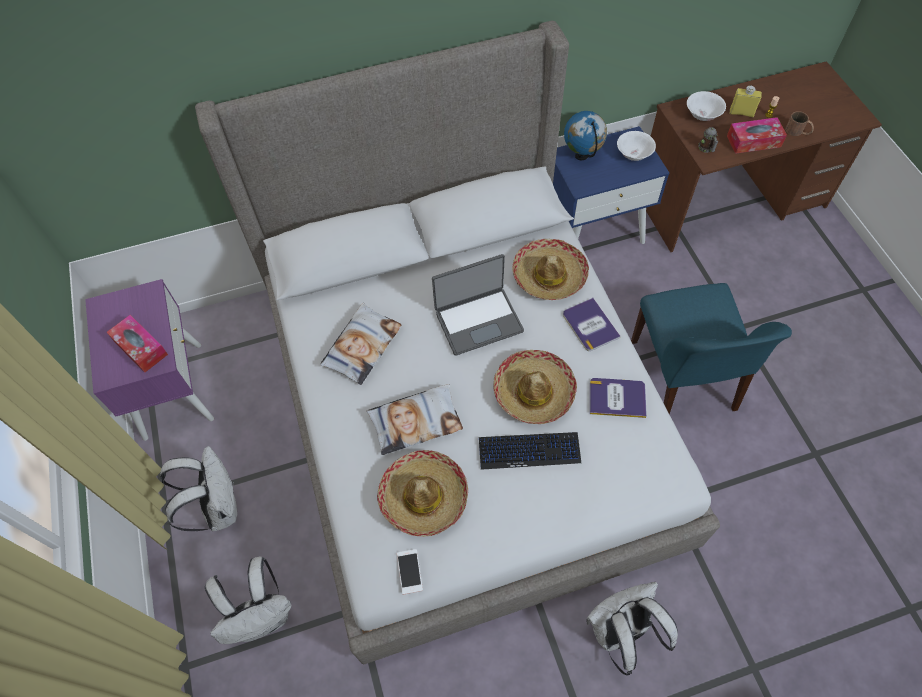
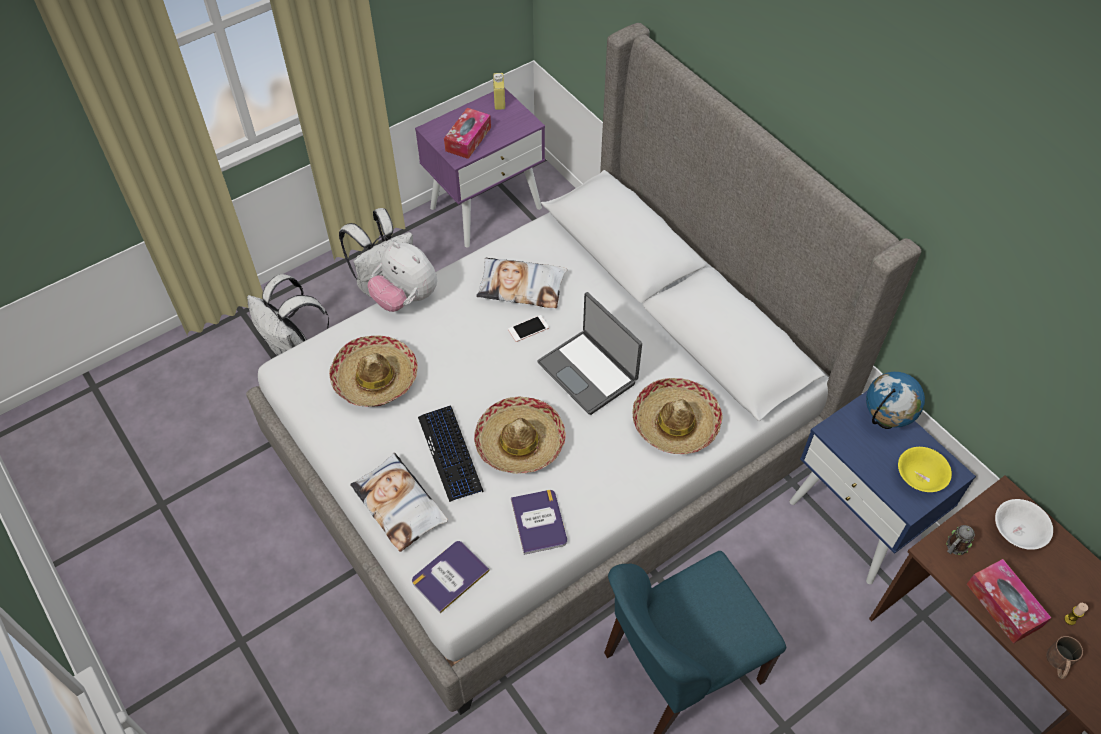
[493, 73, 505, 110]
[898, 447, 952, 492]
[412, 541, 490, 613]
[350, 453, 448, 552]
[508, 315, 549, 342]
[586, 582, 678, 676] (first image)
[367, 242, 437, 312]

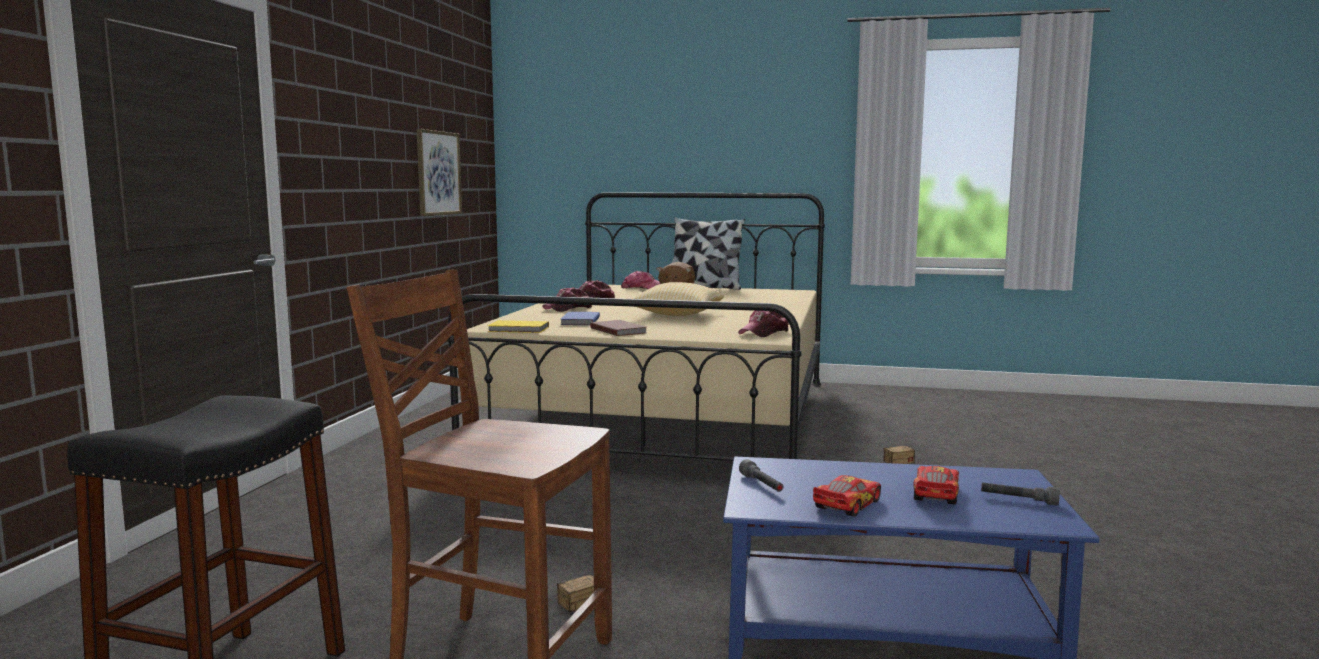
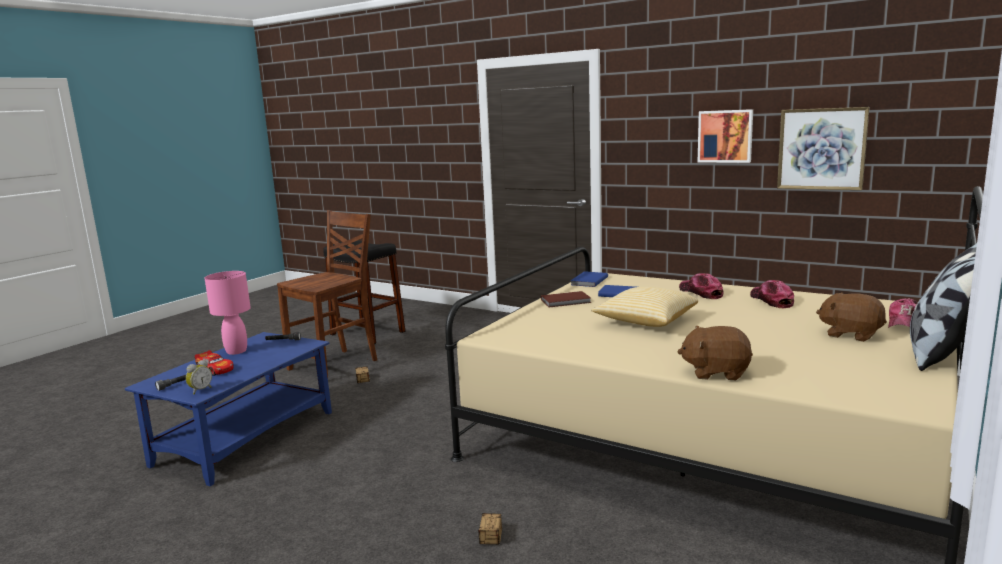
[738, 311, 789, 337] (first image)
[571, 271, 608, 287]
[204, 271, 251, 355]
[698, 109, 753, 163]
[678, 326, 753, 380]
[186, 360, 212, 395]

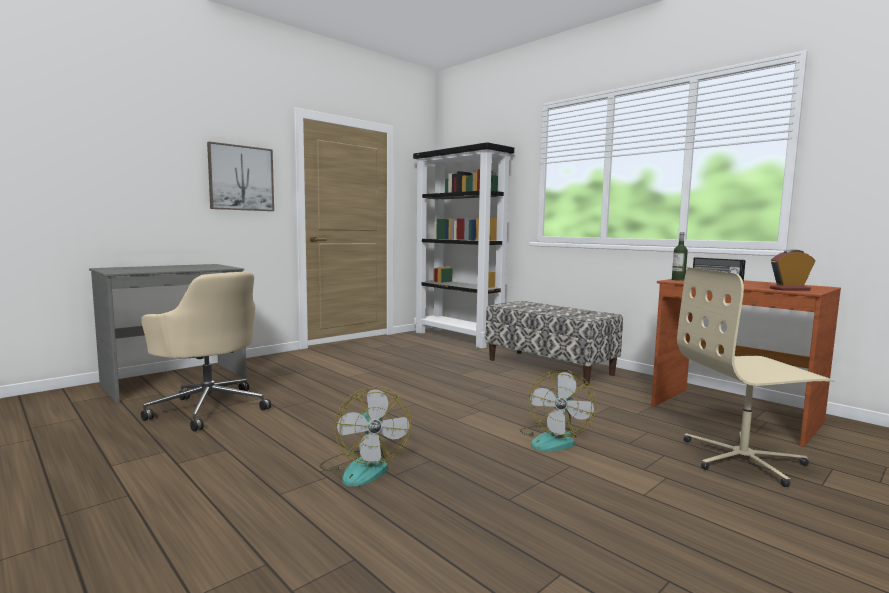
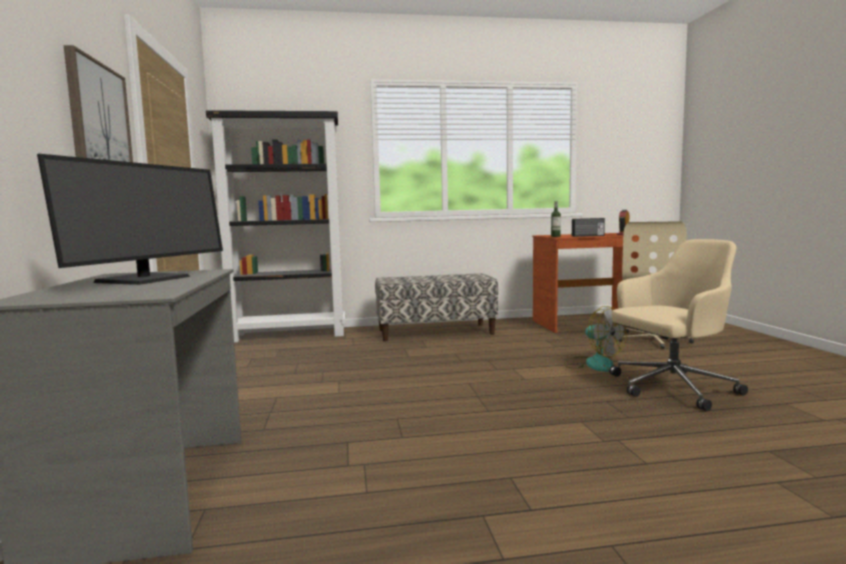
[609, 239, 748, 411]
[319, 387, 411, 487] (first image)
[37, 154, 223, 285]

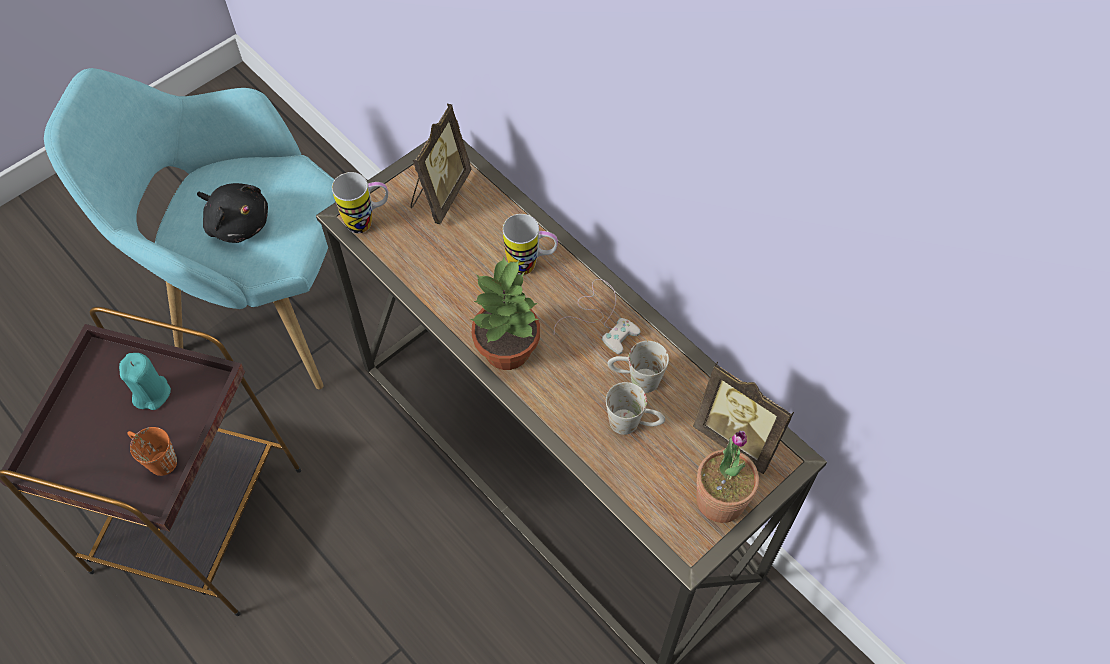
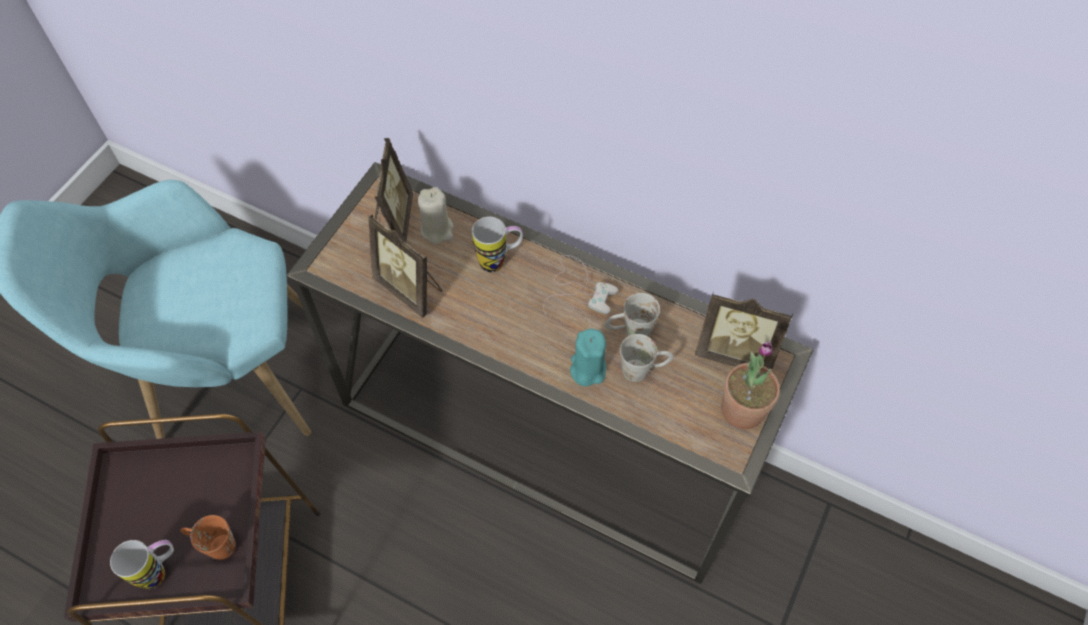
[110, 540, 174, 589]
[197, 183, 268, 243] (first image)
[470, 257, 540, 370] (first image)
[570, 329, 606, 386]
[418, 187, 454, 244]
[368, 214, 442, 318]

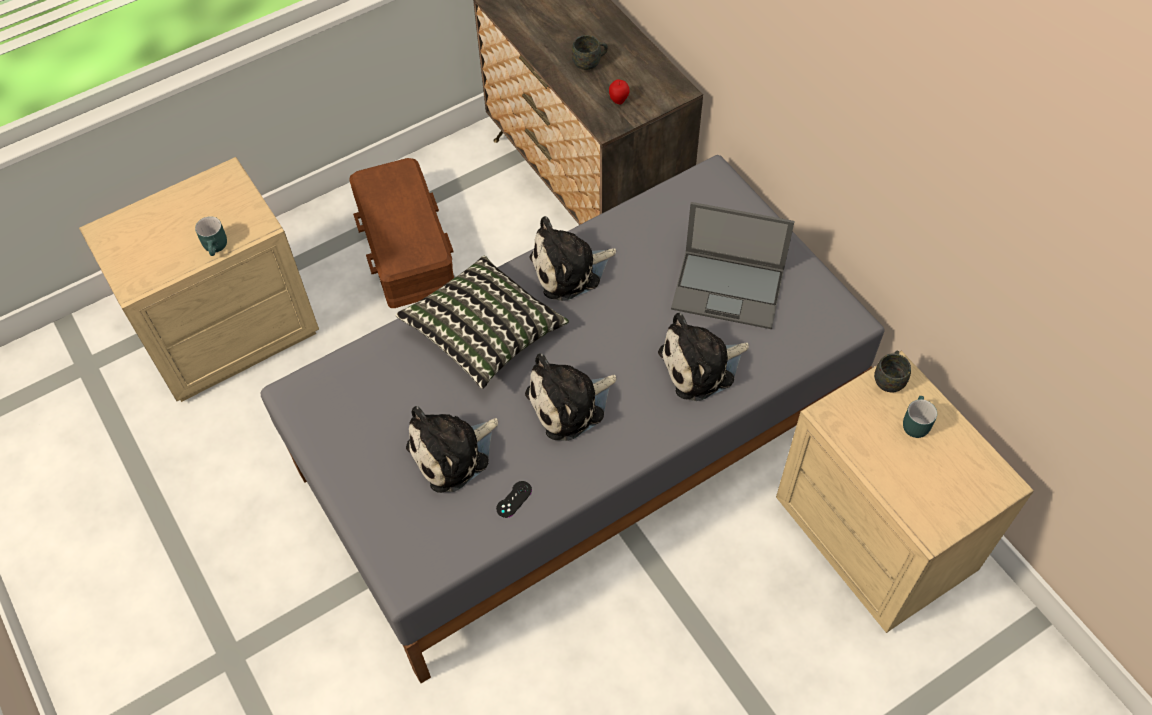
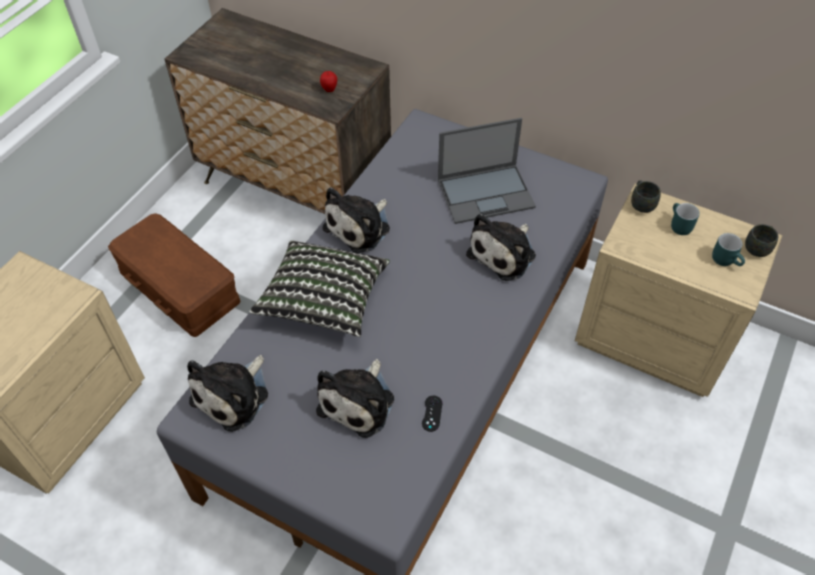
[745, 224, 778, 257]
[712, 233, 745, 266]
[187, 355, 268, 432]

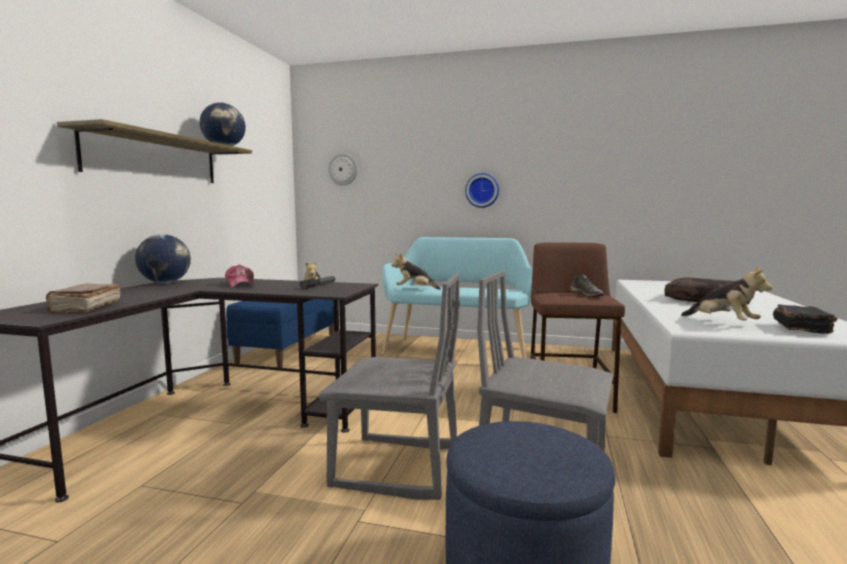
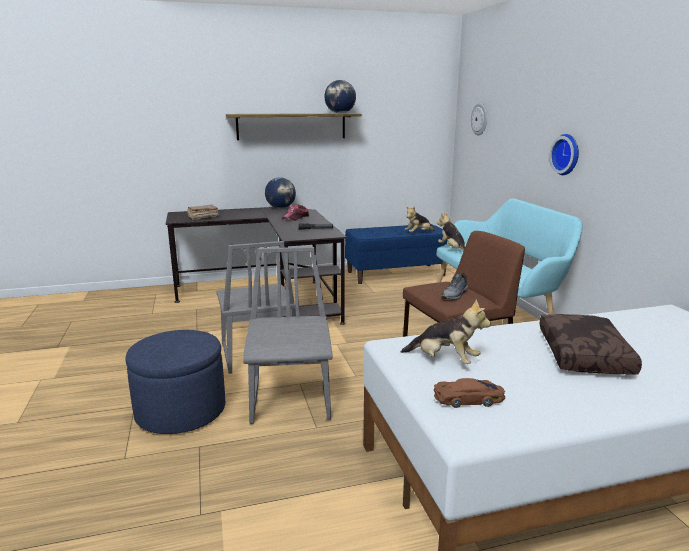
[401, 299, 491, 364]
[434, 378, 505, 408]

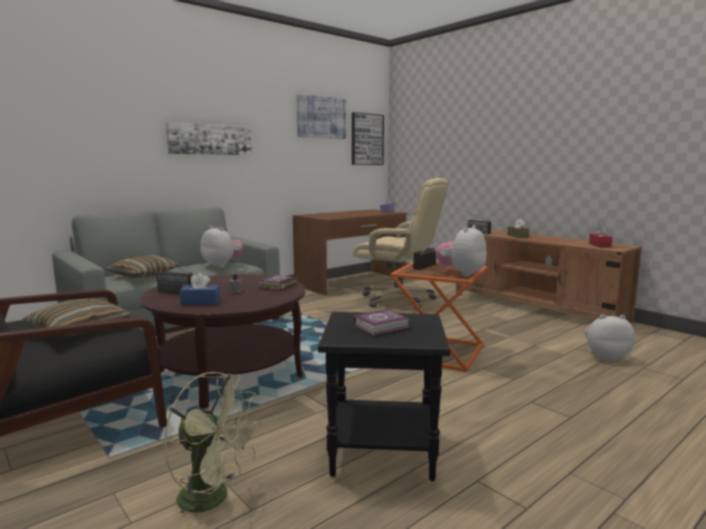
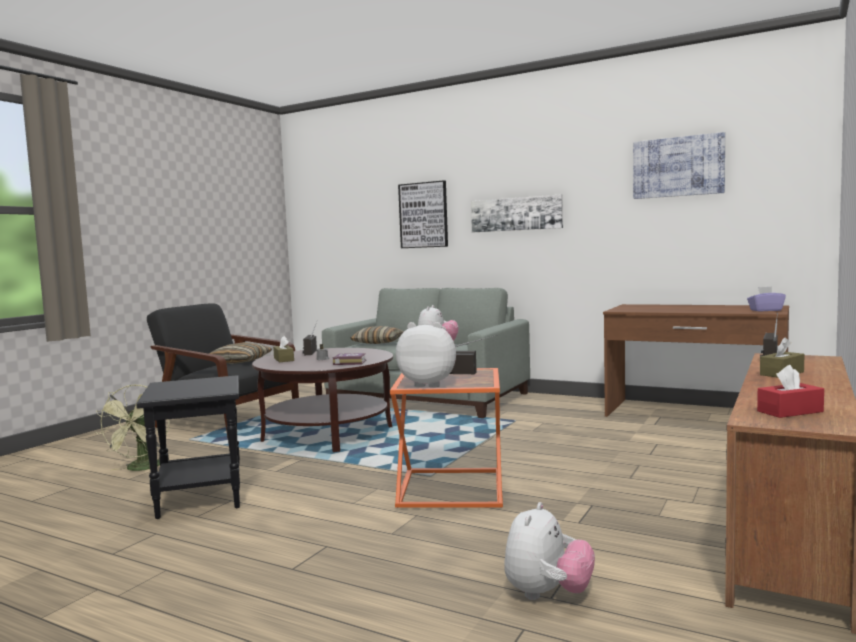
[398, 180, 448, 248]
[353, 178, 449, 310] (first image)
[273, 336, 294, 362]
[353, 309, 410, 336] (first image)
[504, 502, 595, 600]

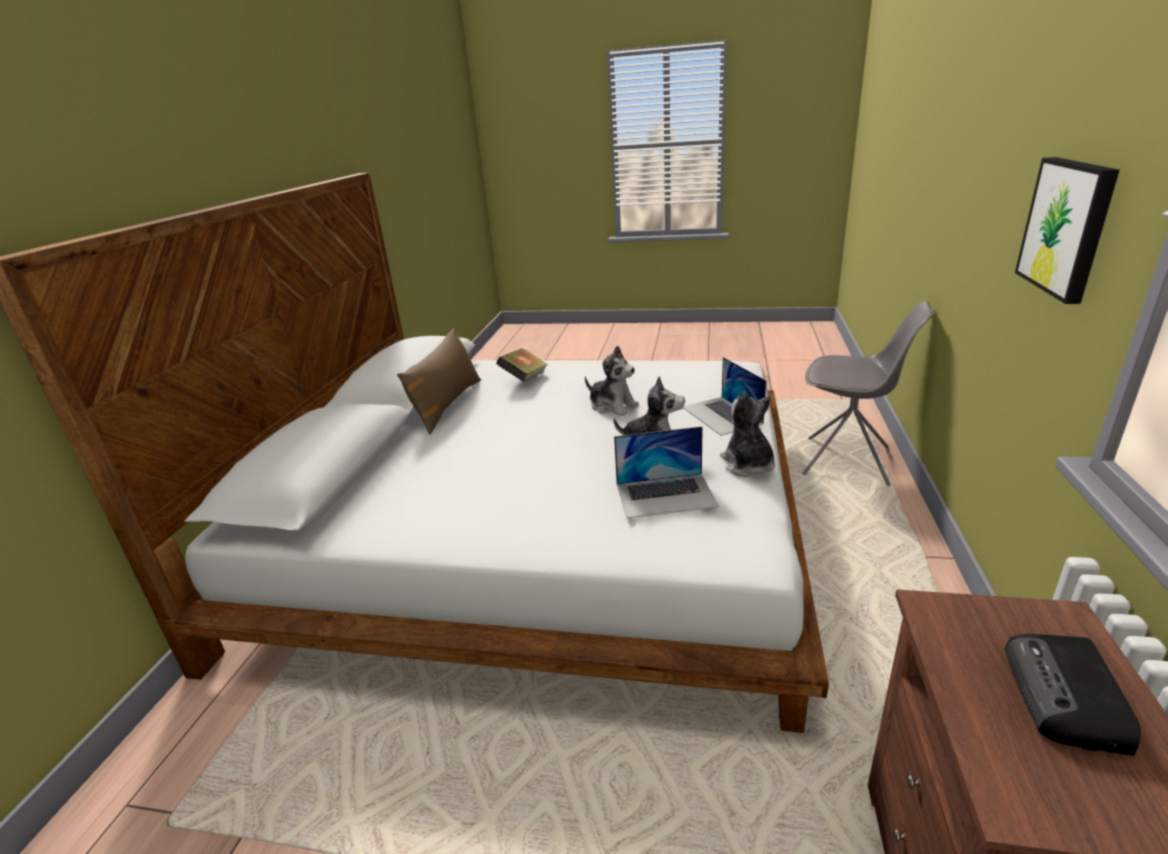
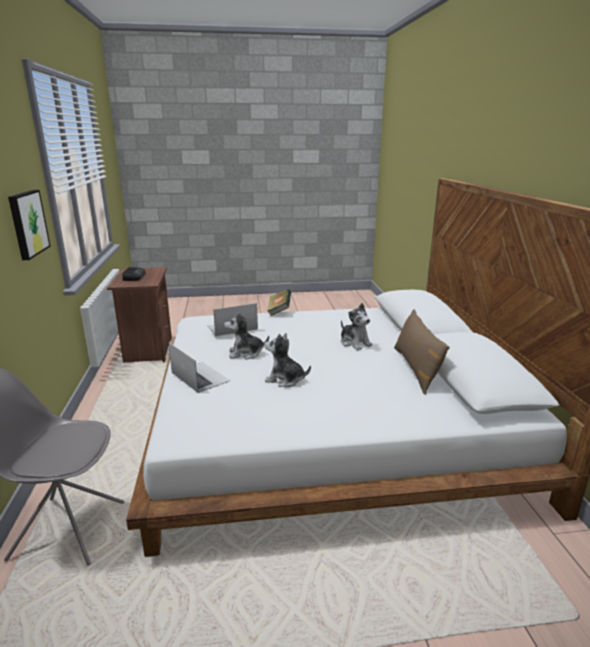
[267, 289, 291, 316]
[341, 303, 372, 350]

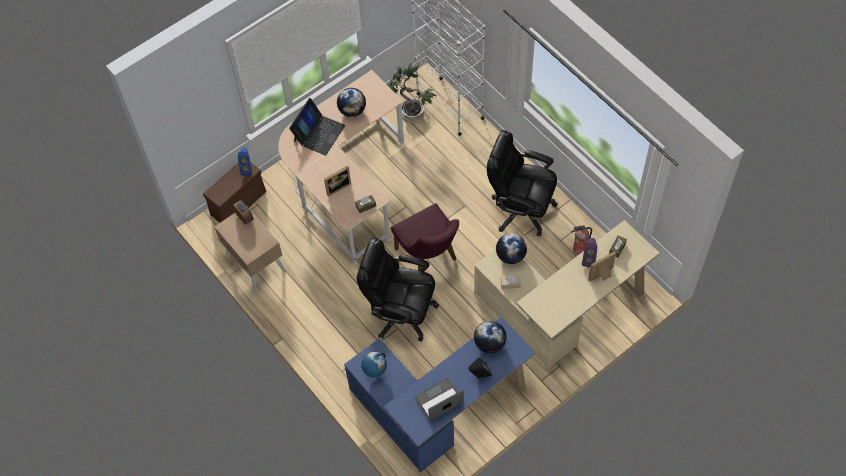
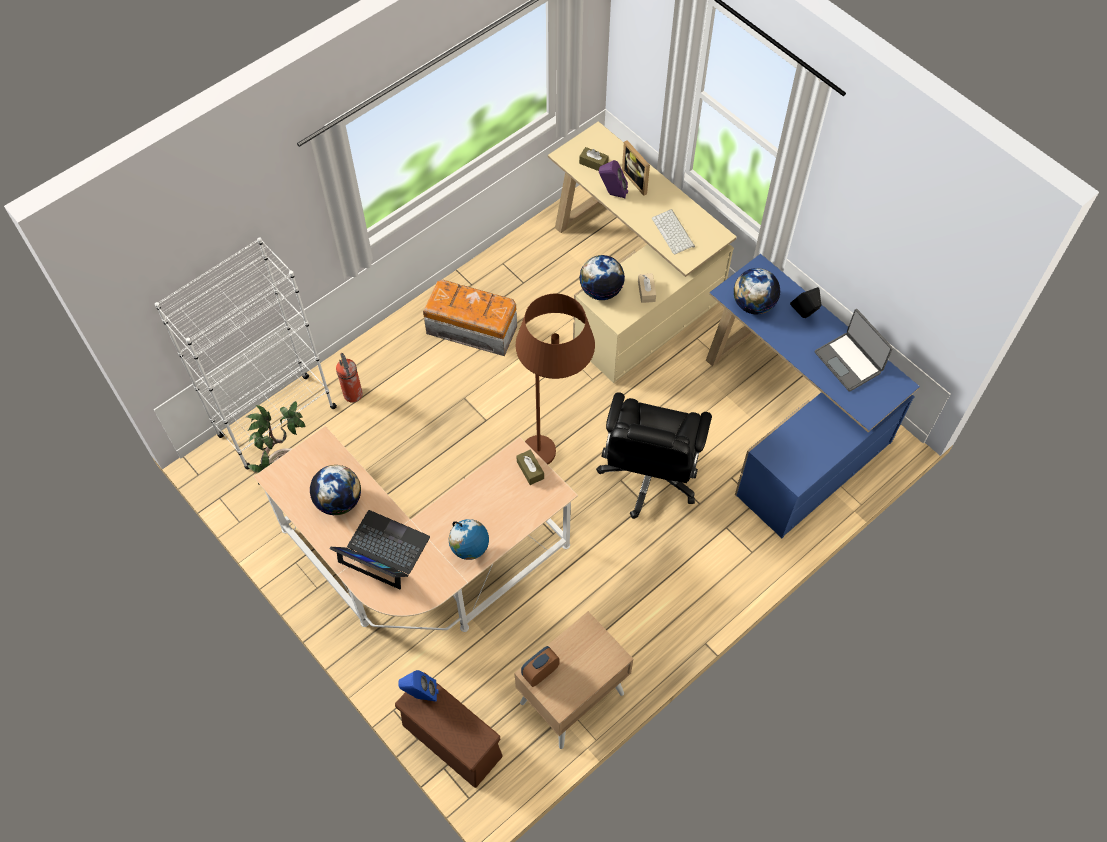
[423, 279, 517, 356]
[324, 166, 351, 197] (first image)
[516, 294, 595, 465]
[336, 353, 363, 403]
[449, 519, 489, 560]
[652, 209, 695, 255]

